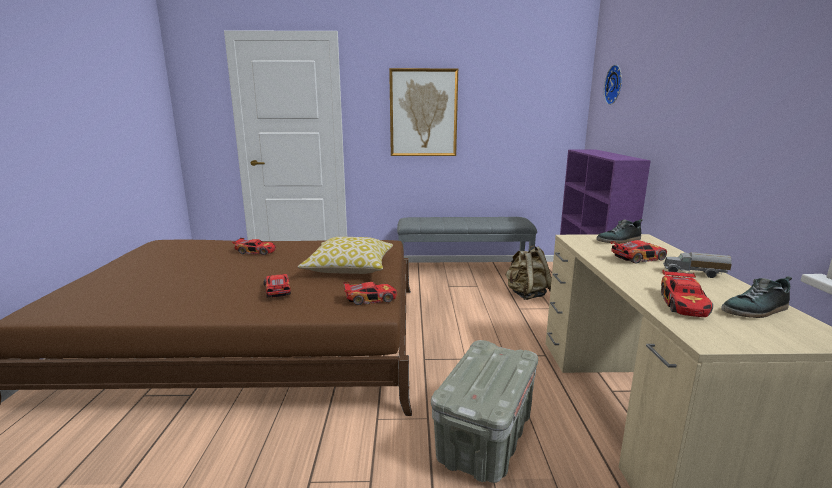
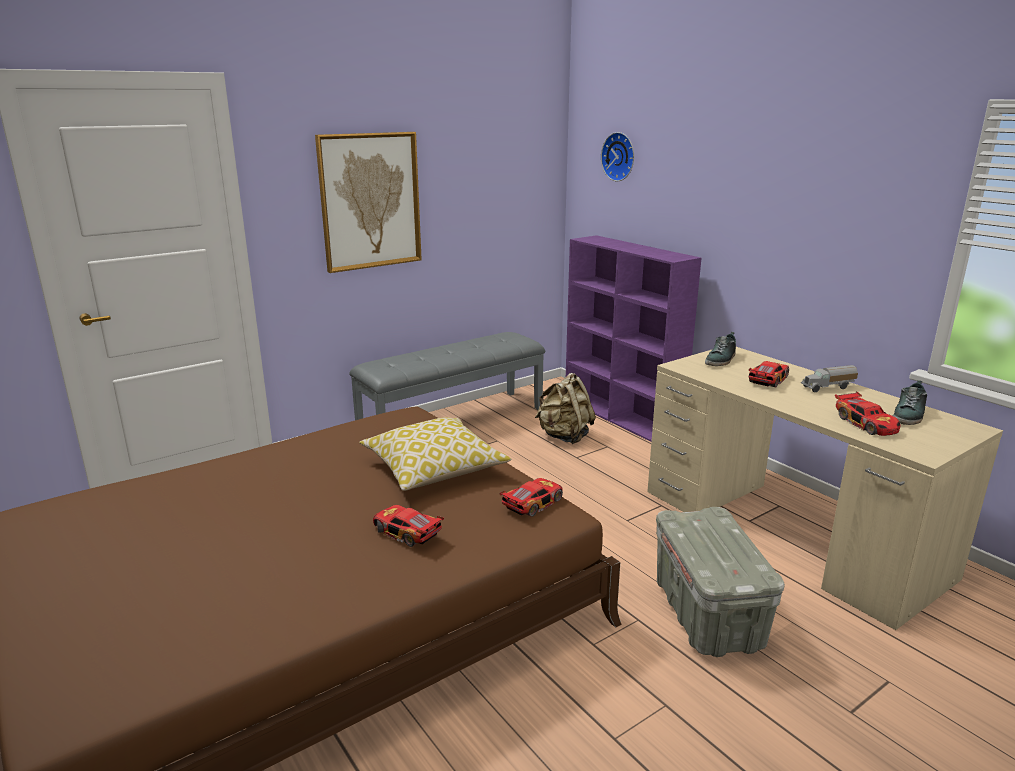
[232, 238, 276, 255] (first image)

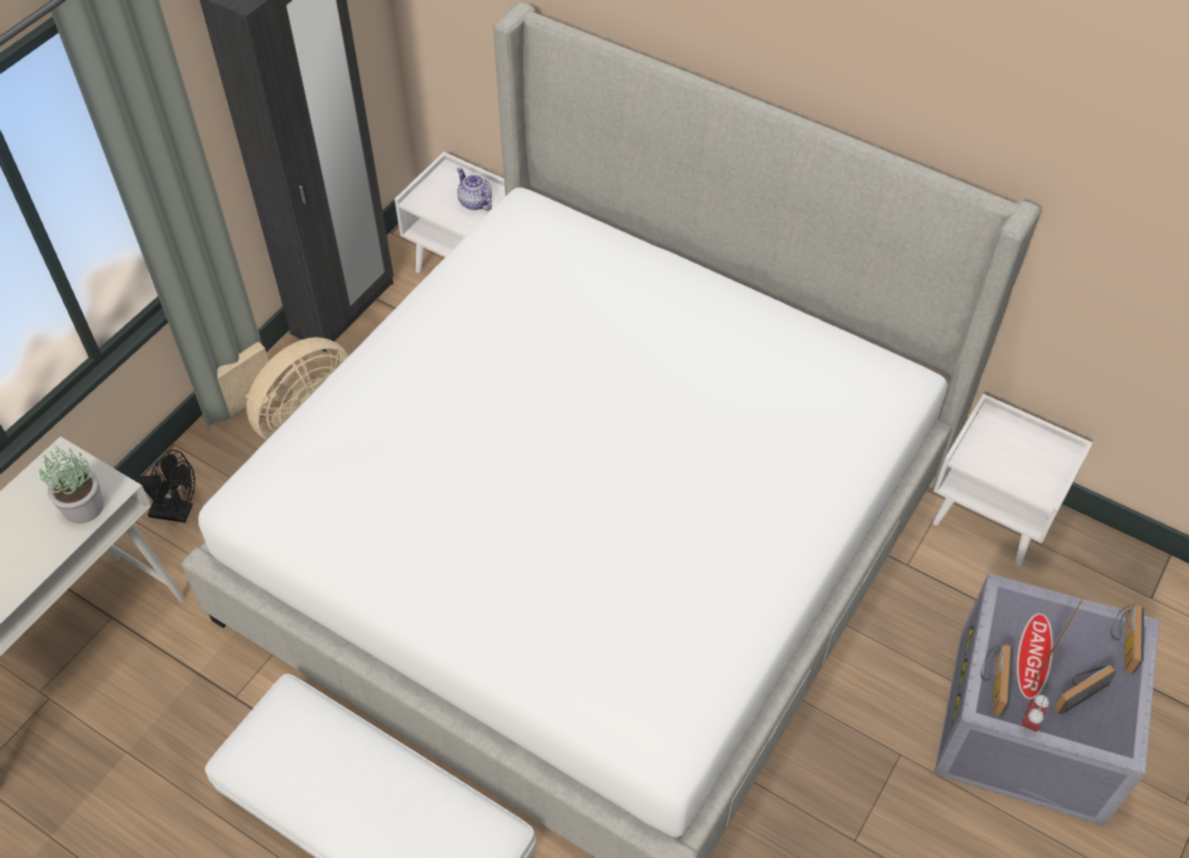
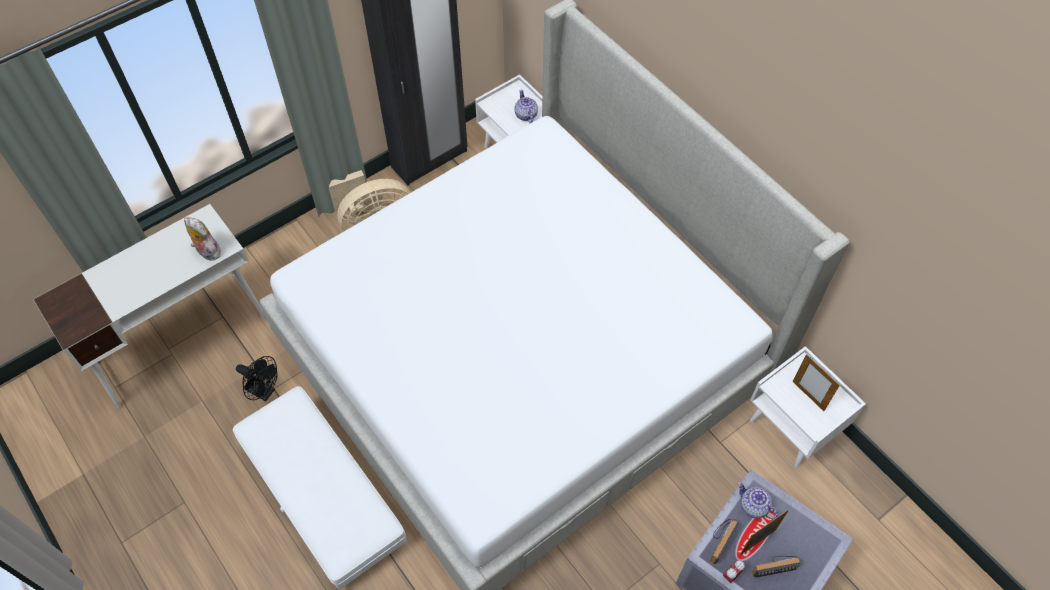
[184, 217, 222, 261]
[236, 356, 278, 401]
[1111, 604, 1144, 674] (first image)
[792, 354, 840, 411]
[738, 482, 778, 520]

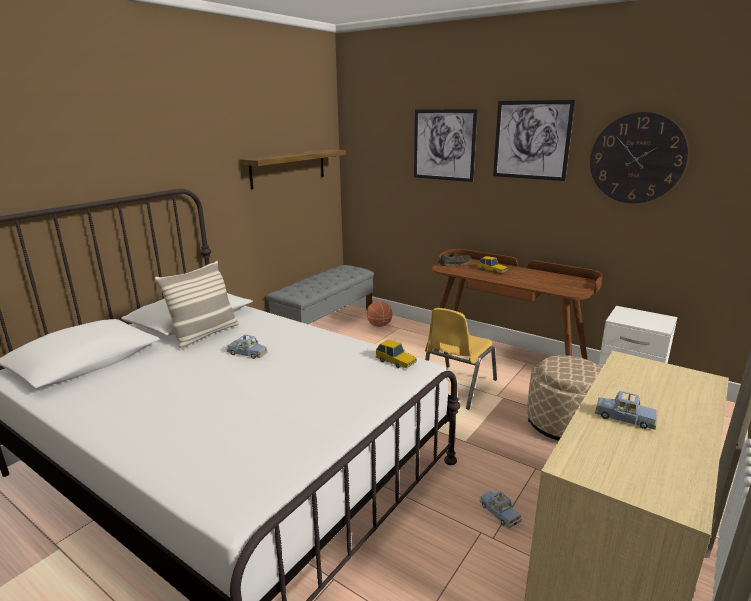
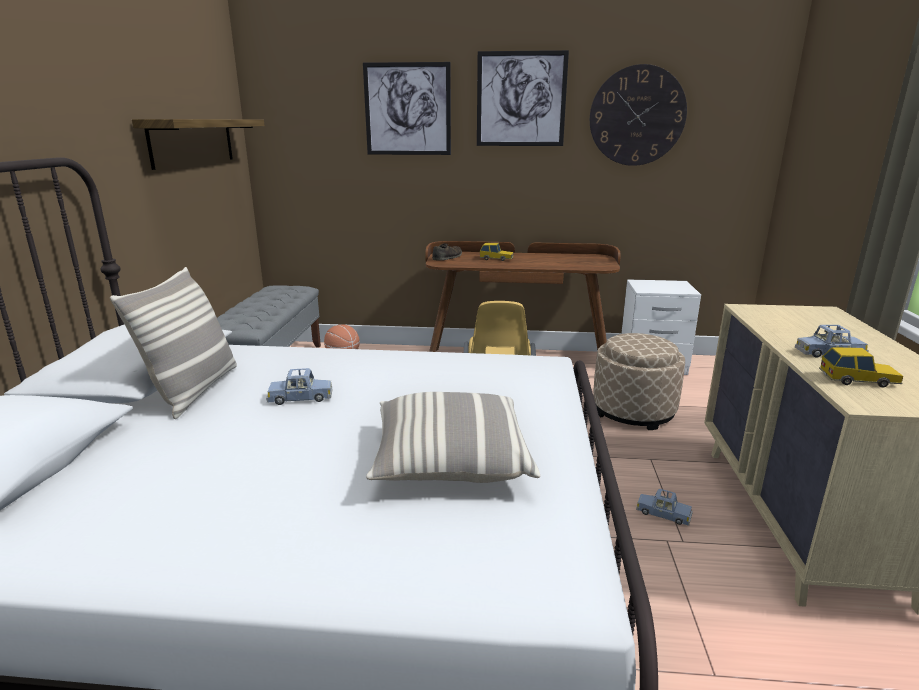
[819, 347, 903, 387]
[366, 392, 540, 483]

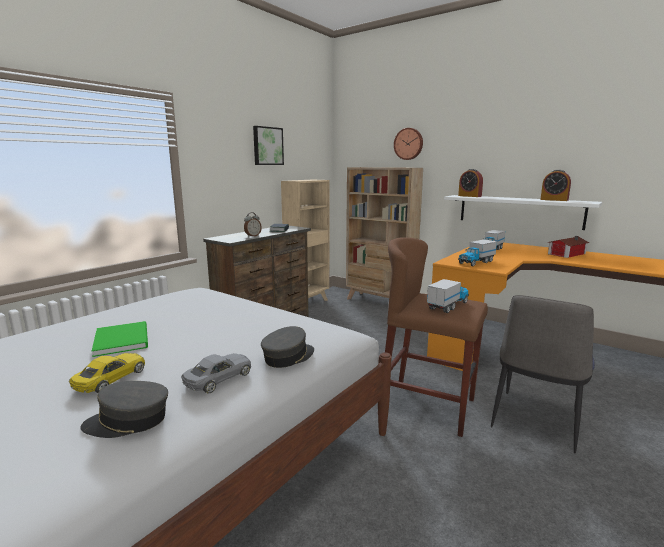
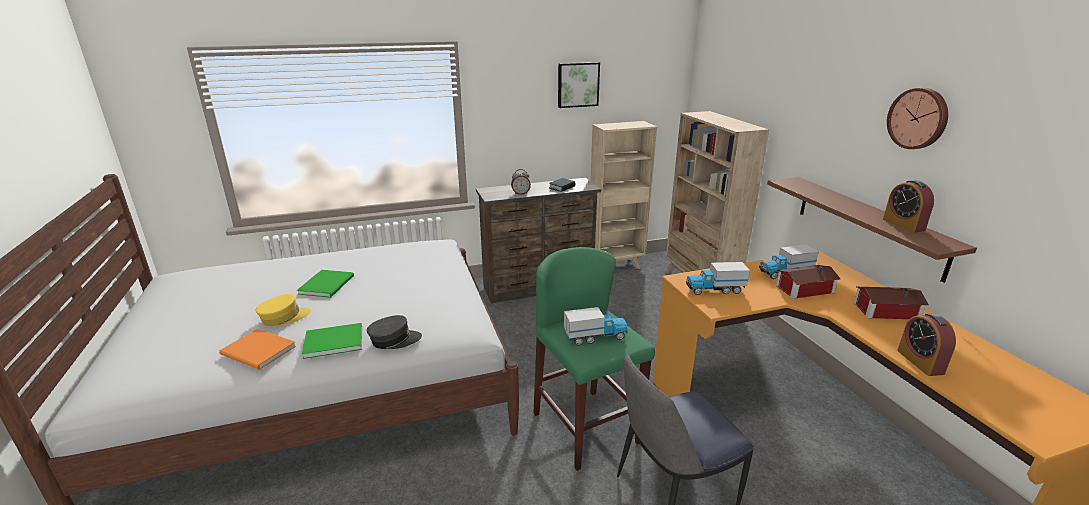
[887, 88, 948, 149]
[897, 313, 956, 376]
[767, 177, 977, 283]
[533, 247, 655, 471]
[256, 294, 311, 326]
[302, 323, 362, 359]
[219, 329, 296, 370]
[776, 265, 841, 299]

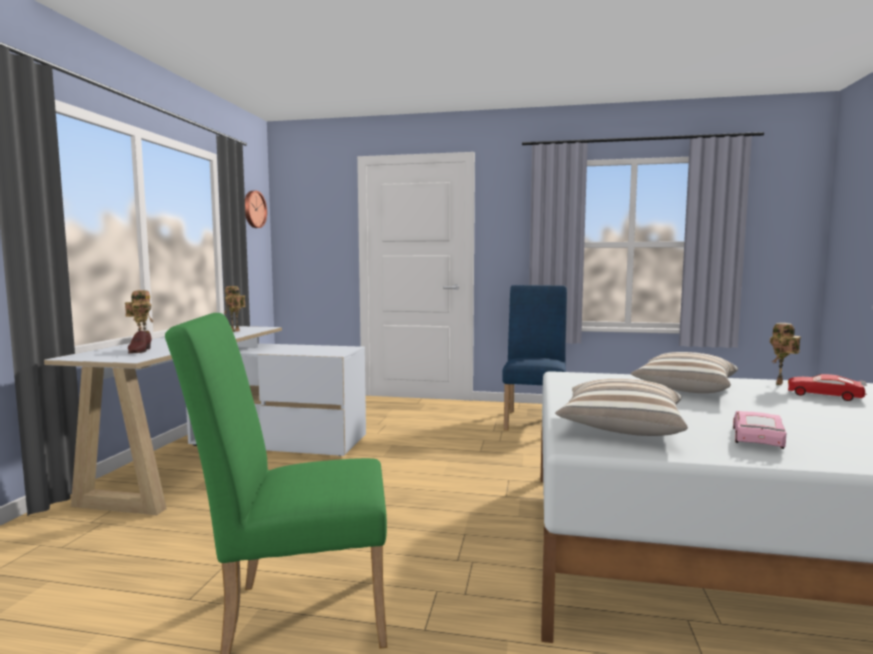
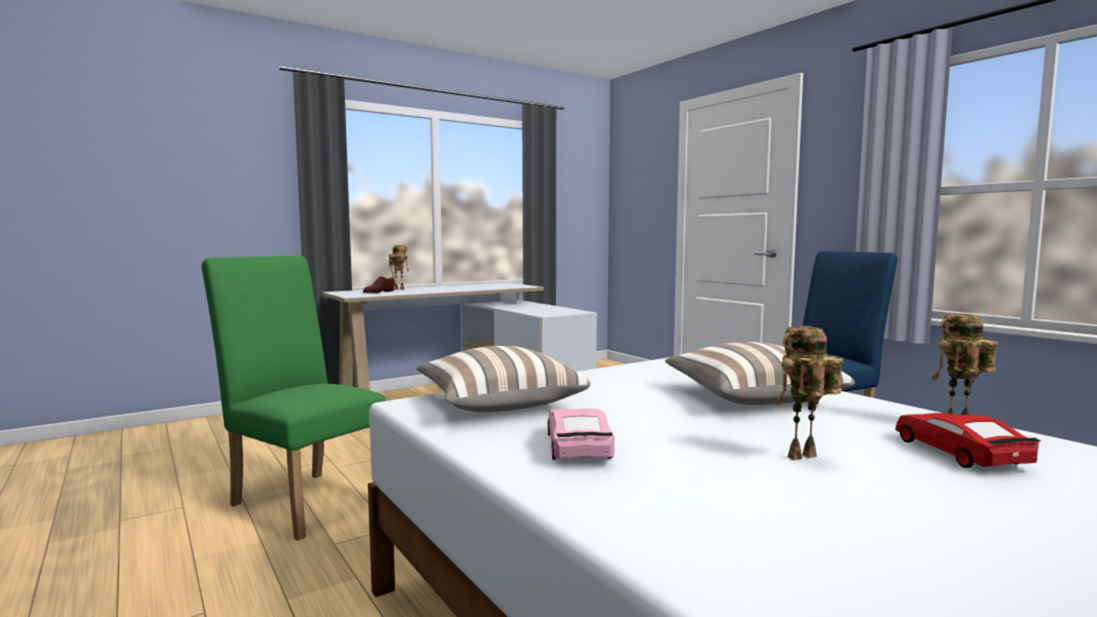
[245, 191, 267, 228] (first image)
[775, 326, 843, 460]
[548, 408, 614, 460]

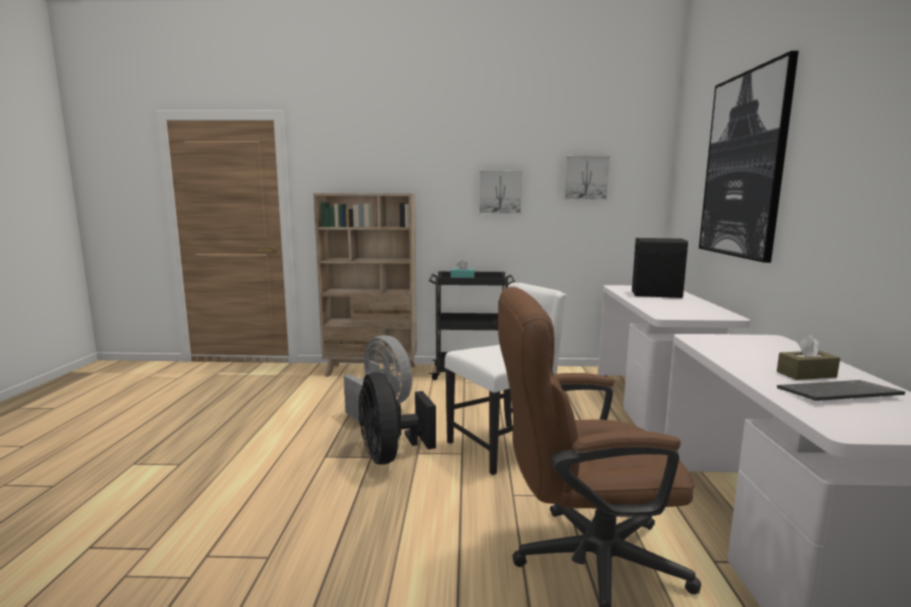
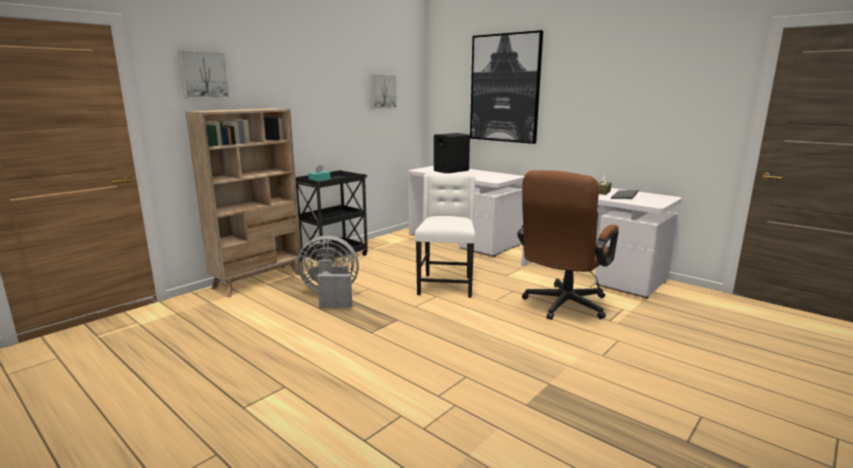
[178, 50, 230, 99]
[358, 372, 436, 465] (first image)

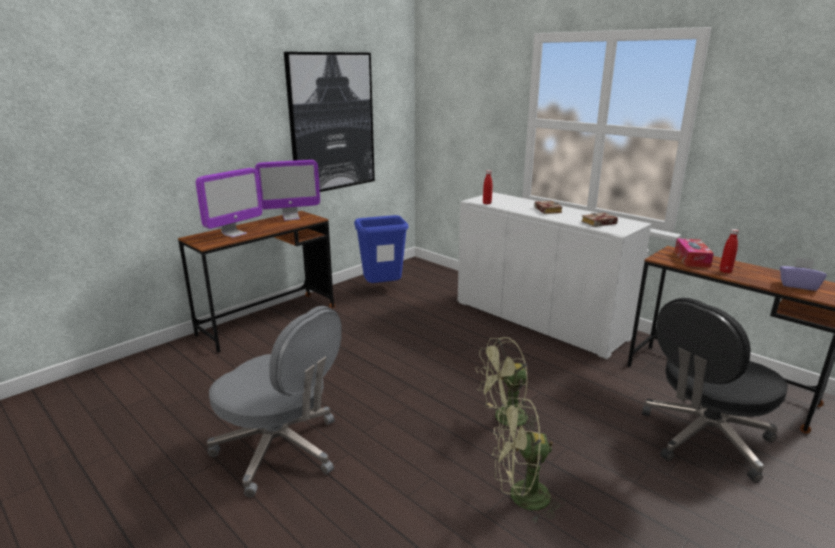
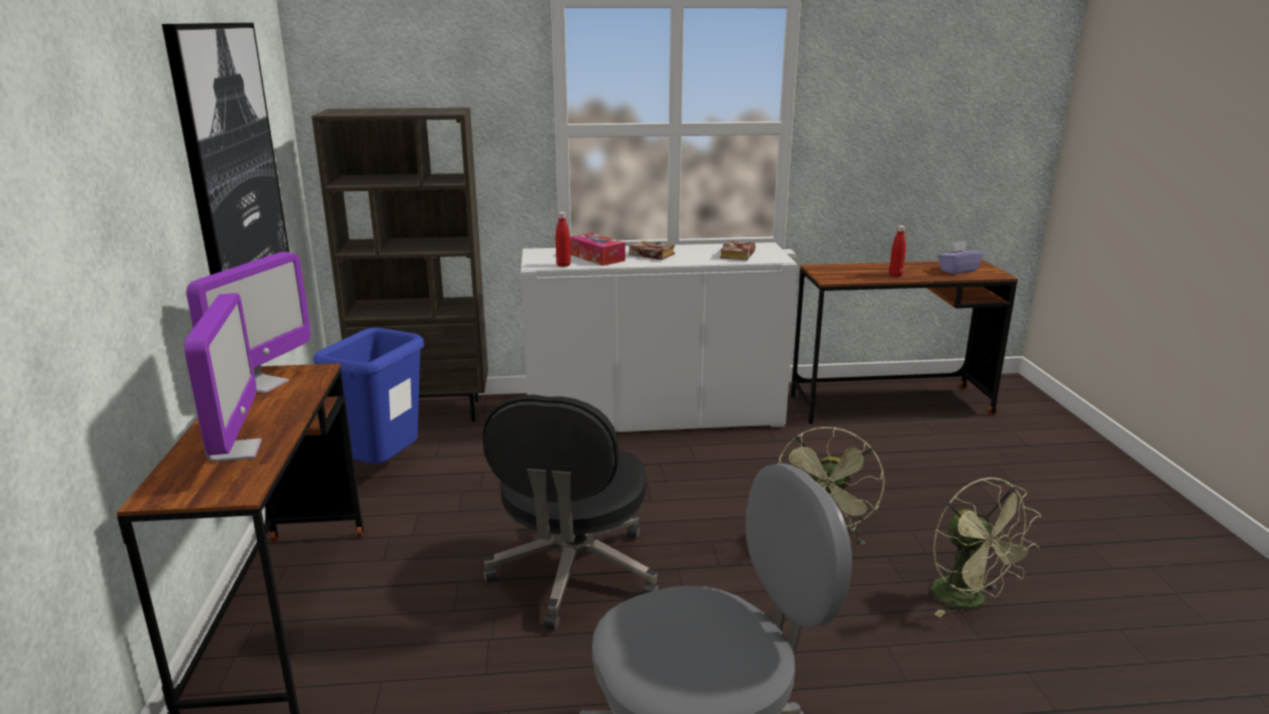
[570, 233, 625, 266]
[483, 395, 659, 631]
[931, 478, 1041, 617]
[312, 108, 488, 422]

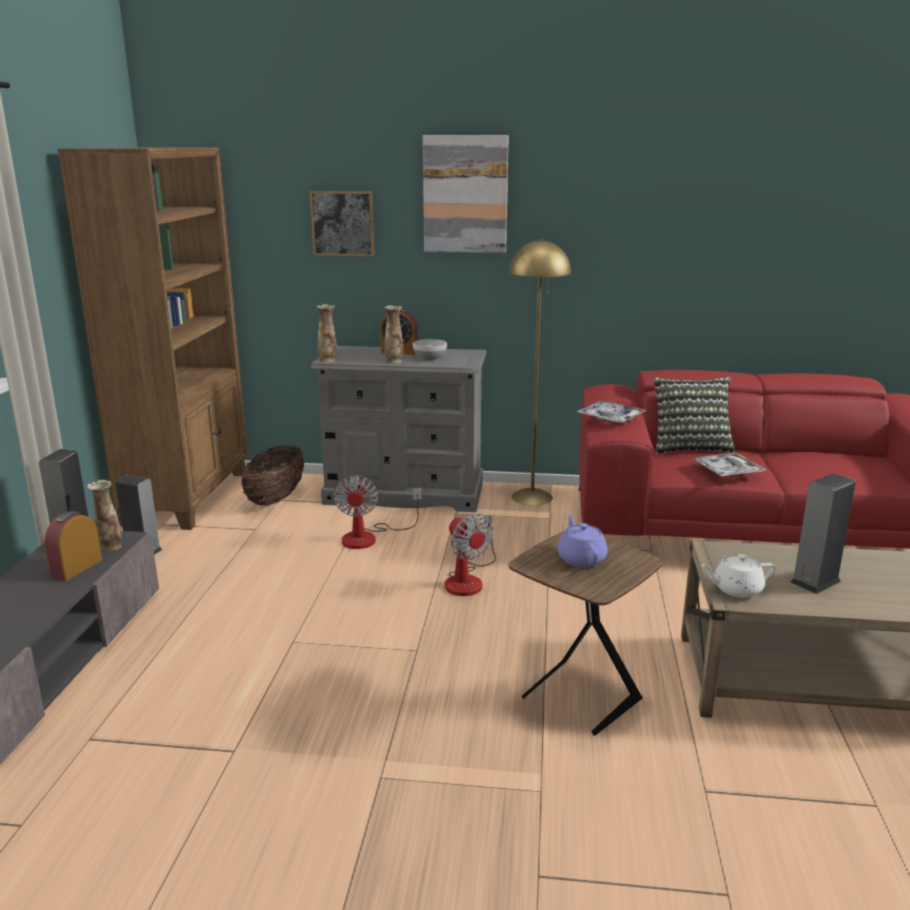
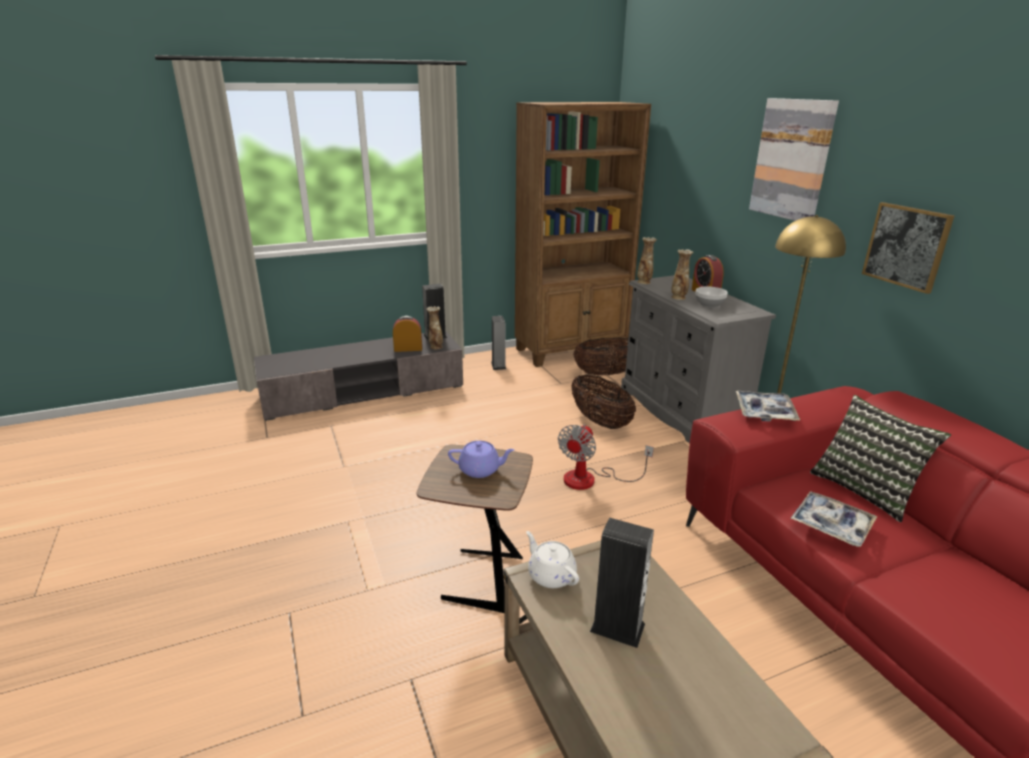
[862, 202, 954, 294]
[571, 375, 636, 429]
[448, 441, 515, 478]

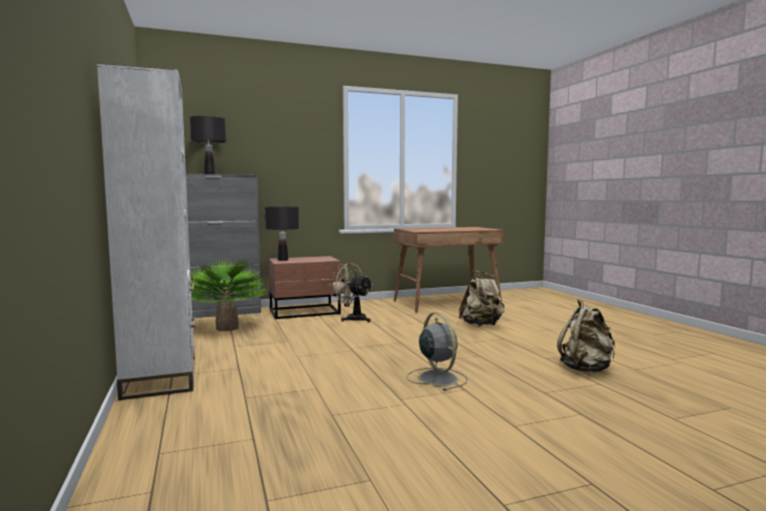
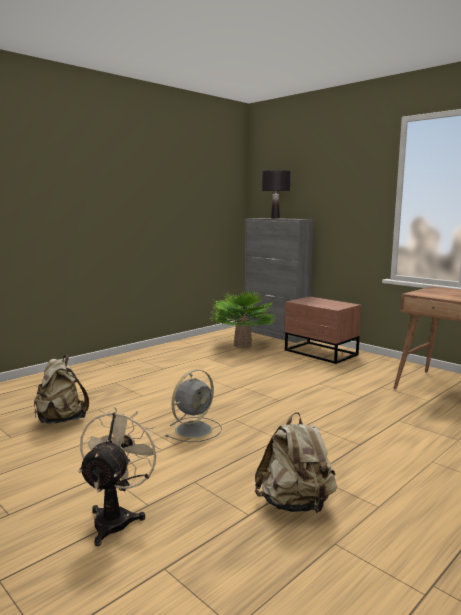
[97, 63, 196, 400] (first image)
[265, 207, 299, 261] (first image)
[79, 407, 162, 546]
[34, 355, 89, 424]

